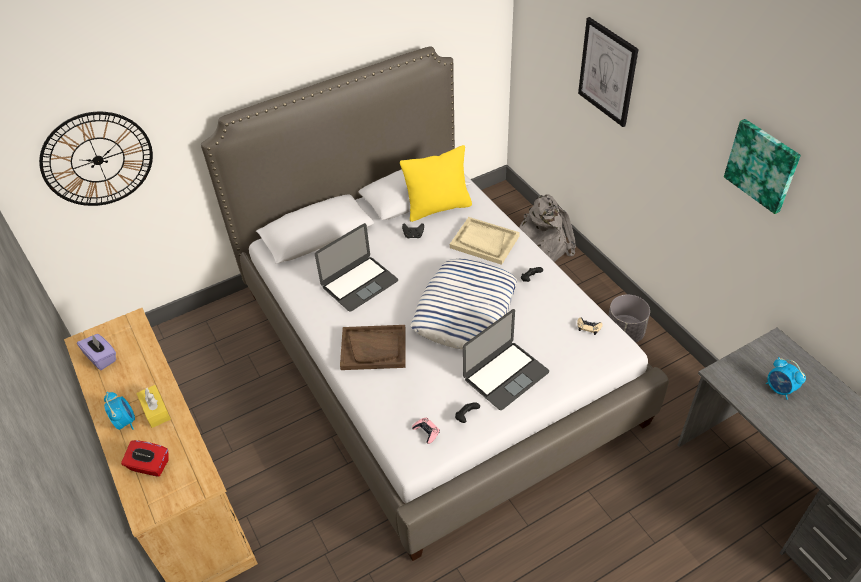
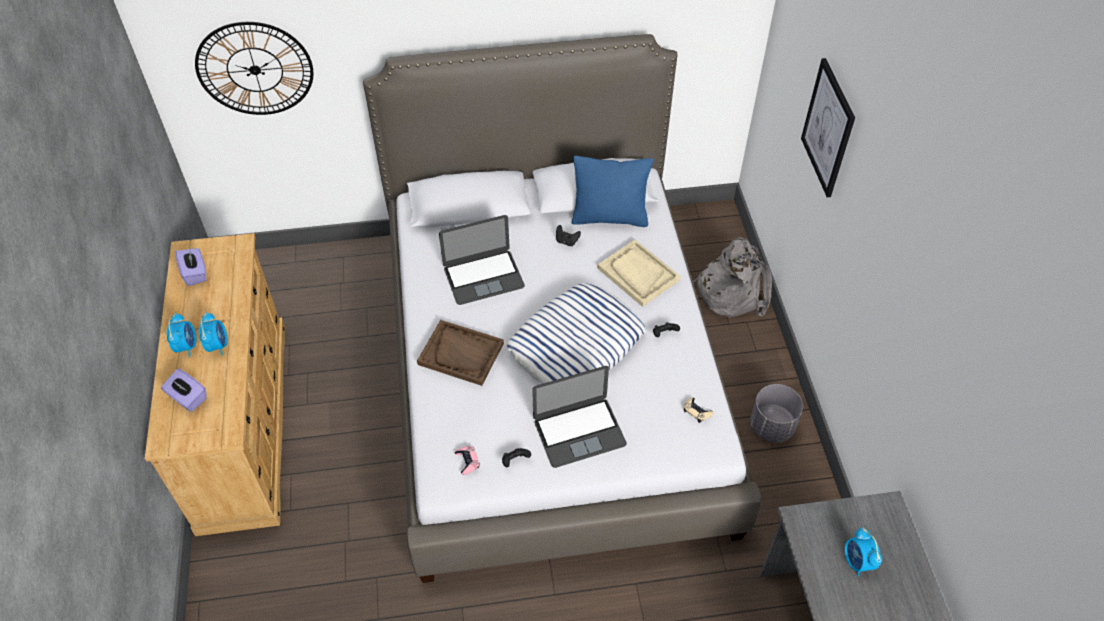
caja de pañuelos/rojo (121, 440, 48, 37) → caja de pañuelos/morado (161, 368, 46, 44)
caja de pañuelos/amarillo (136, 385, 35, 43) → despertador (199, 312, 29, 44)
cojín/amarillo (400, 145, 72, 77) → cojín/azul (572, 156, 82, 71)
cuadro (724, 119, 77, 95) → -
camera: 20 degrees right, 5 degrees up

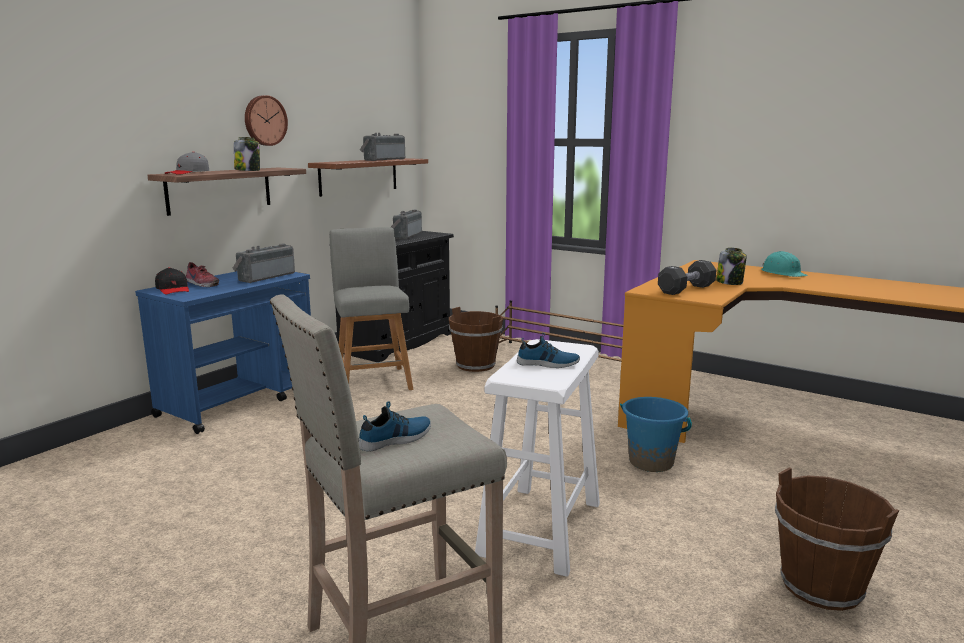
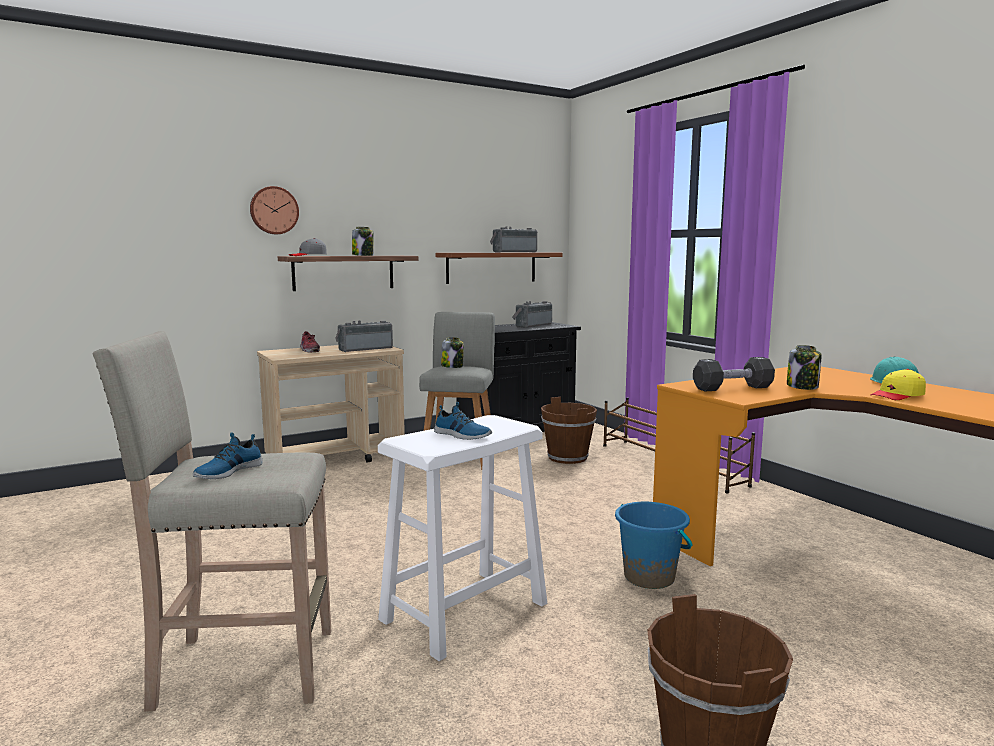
carrito/azul (135, 271, 176, 163) → carrito/beis (257, 345, 148, 117)
gorra/negro (155, 267, 34, 27) → -
reloj de pared (245, 95, 43, 51) → reloj de pared (250, 186, 49, 48), shifted
zapato (359, 402, 72, 50) → zapato (193, 433, 70, 46), 135 degrees clockwise
- → tarro (441, 337, 23, 31)
- → gorra/amarillo (871, 369, 55, 31)
camera: 25 degrees right, 5 degrees down

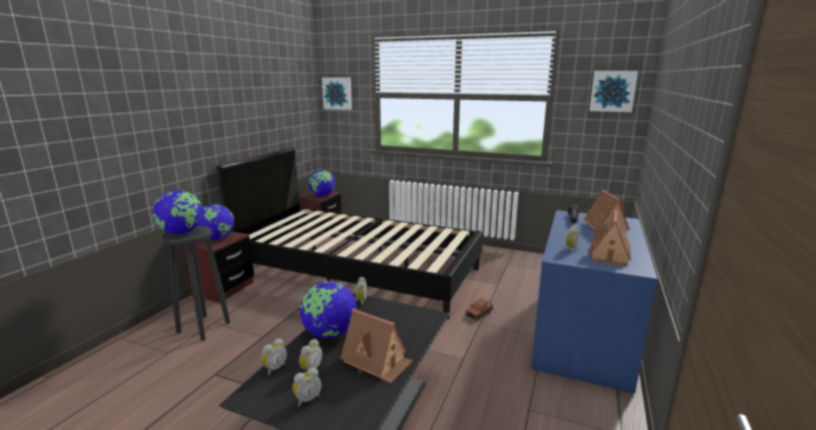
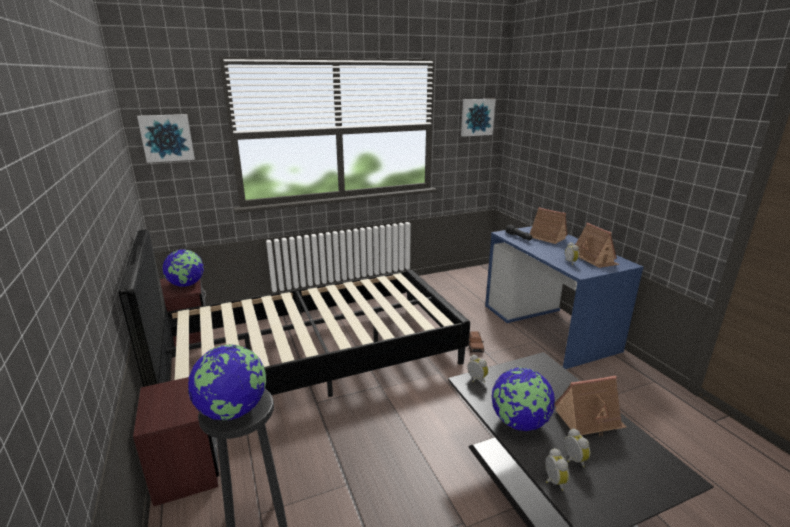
globo terráqueo (198, 204, 36, 36) → -
despertador (292, 368, 30, 39) → -
camera: 45 degrees left, 5 degrees up

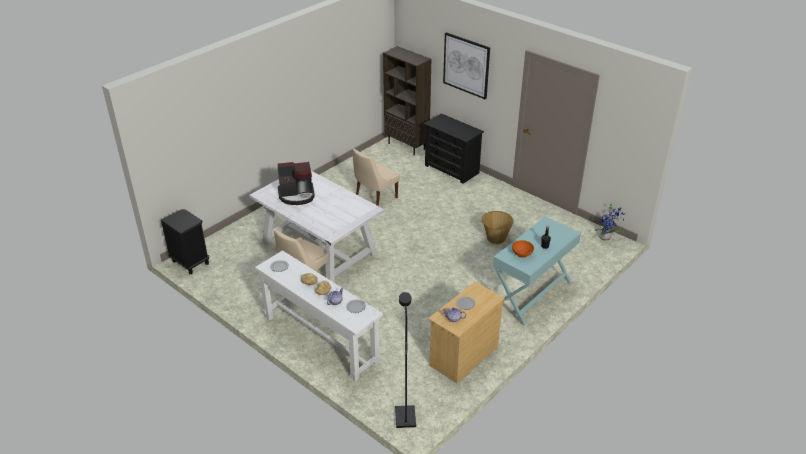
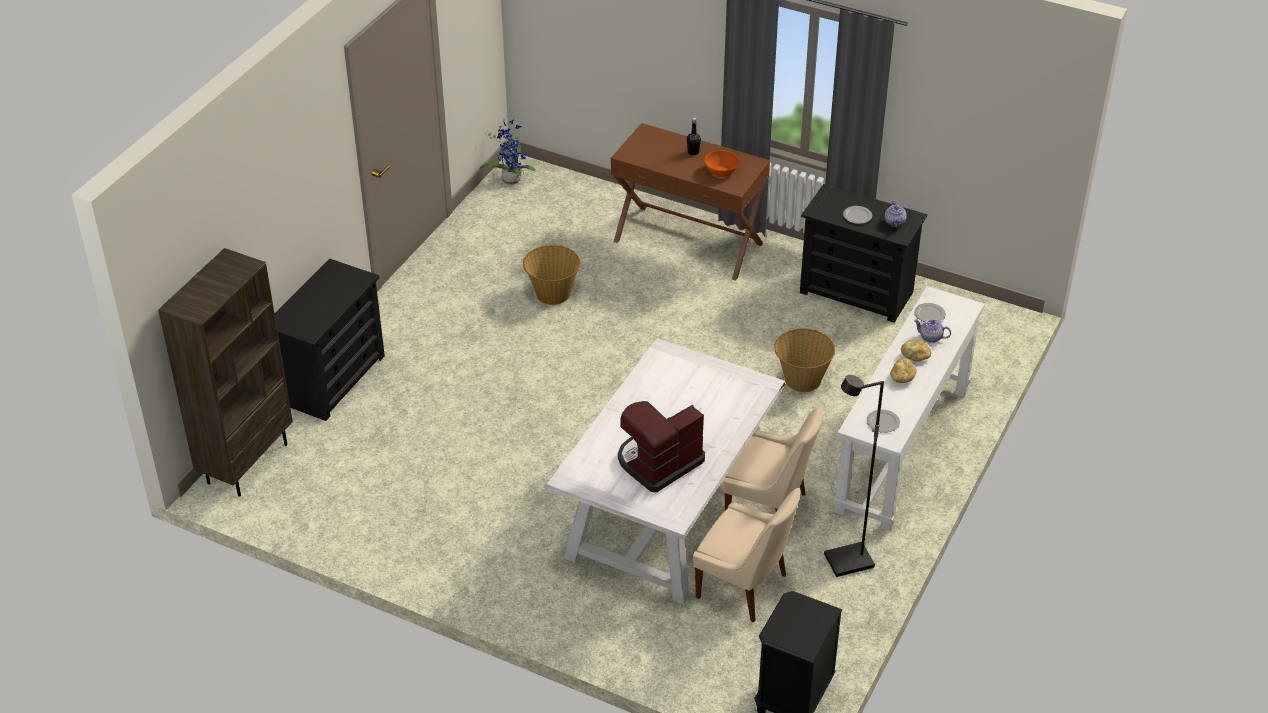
cafetera (277, 162, 38, 43) → cafetera (618, 401, 87, 91), 105 degrees counterclockwise
silla/beis (353, 148, 47, 58) → silla/beis (693, 488, 107, 134), shifted
lámpara de pie/negro (395, 292, 21, 136) → lámpara de pie/negro (824, 375, 60, 202), shifted
cómoda/beis (428, 282, 77, 101) → cómoda/negro (800, 184, 127, 139)
cuadro (443, 32, 47, 67) → -
mesa consola/turquesa (493, 216, 88, 110) → mesa consola/marrón (611, 123, 159, 158)
- → cesta (774, 328, 61, 64)
camera: 105 degrees left, 5 degrees up

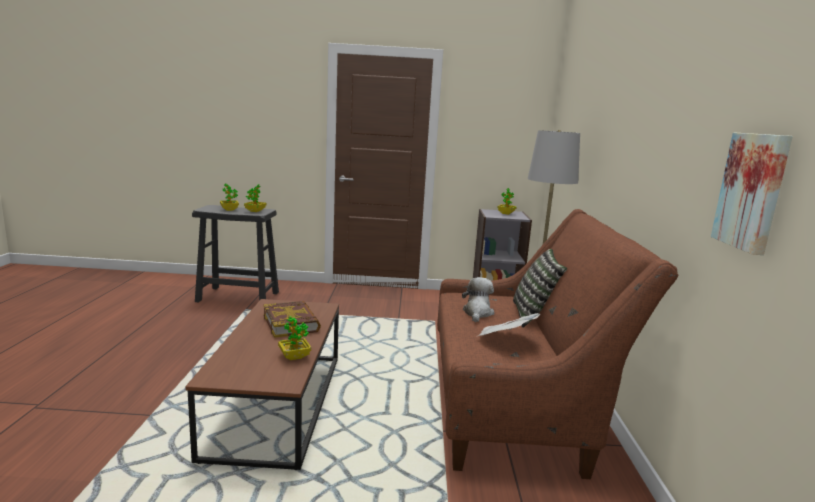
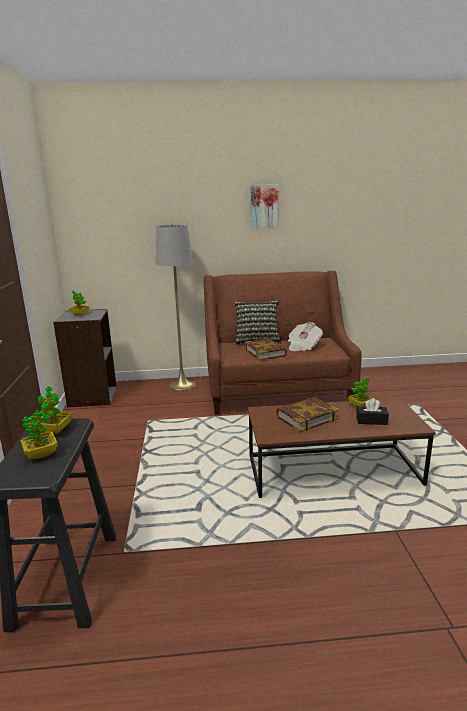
peluche (462, 277, 32, 45) → libro (245, 338, 42, 22)
cuadro (711, 133, 82, 122) → cuadro (251, 184, 27, 44), shifted
- → caja de pañuelos/negro (356, 398, 33, 27)
camera: 95 degrees left, 5 degrees up

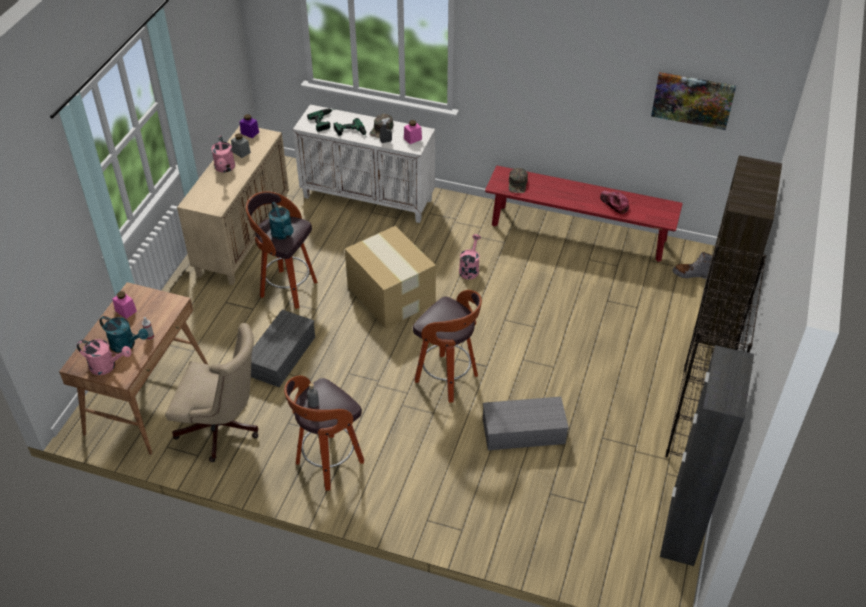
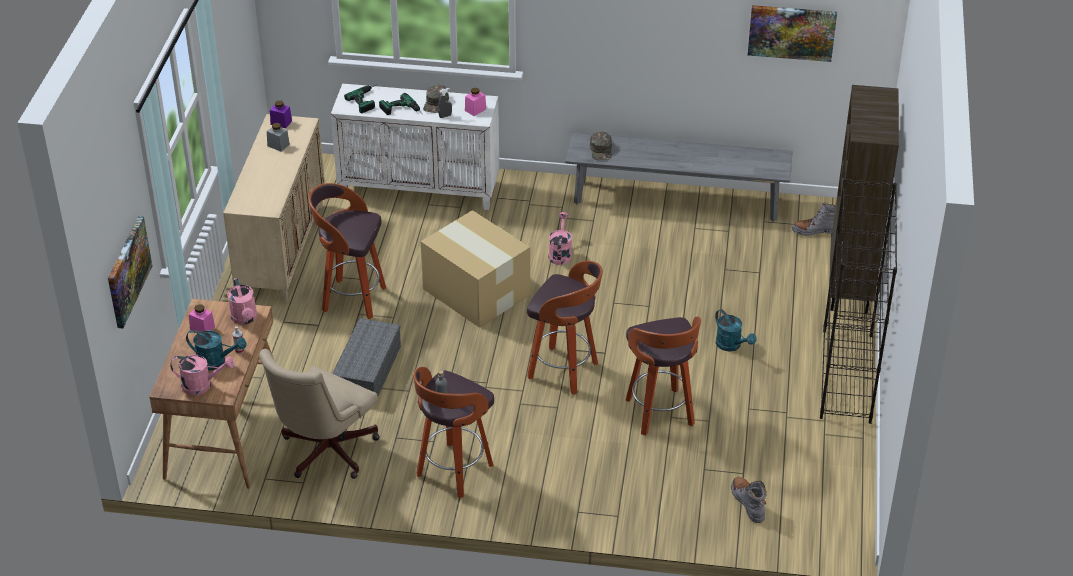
silla de oficina/beis (165, 323, 93, 139) → silla de oficina/beis (259, 349, 121, 130), 120 degrees clockwise
regadera/rosa (211, 136, 24, 37) → regadera/rosa (227, 278, 30, 47), shifted
regadera/turquesa (269, 202, 25, 38) → regadera/turquesa (715, 309, 41, 43), shifted
caja de almacenaje/gris (483, 397, 86, 53) → taburete (626, 316, 75, 120)
banco/rojo (485, 165, 198, 97) → banco/gris (565, 132, 227, 90)
gorra (600, 191, 29, 23) → -
armario/negro (660, 345, 94, 221) → -
- → cuadro (108, 216, 44, 113)
- → bota/gris (731, 477, 36, 46)
camera: 10 degrees left, 5 degrees down

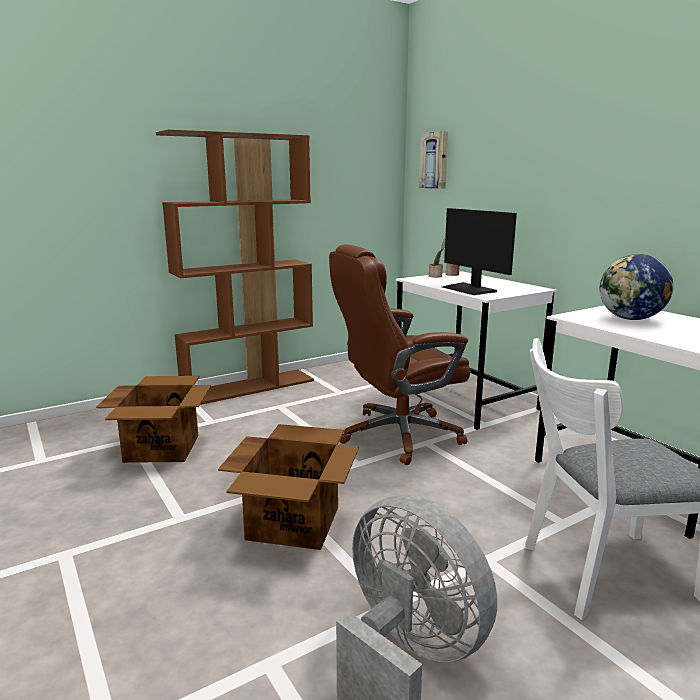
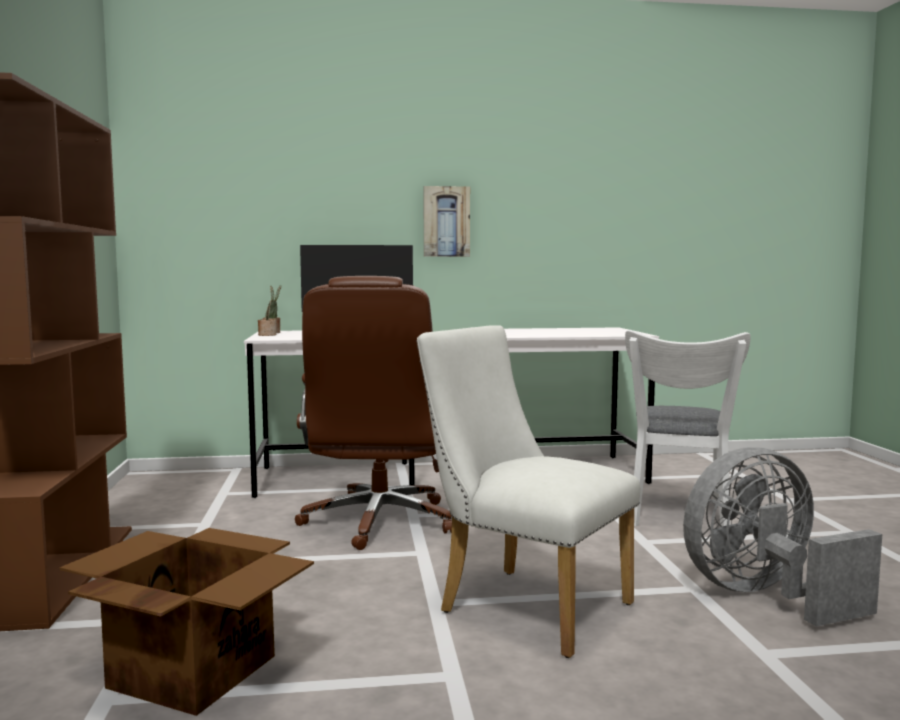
caja de cartón (218, 424, 141, 126) → silla/blanco (416, 325, 224, 333)
cuadro (419, 131, 29, 58) → cuadro (423, 186, 47, 71), shifted
globo terráqueo (600, 254, 74, 66) → -
camera: 65 degrees left, 10 degrees down

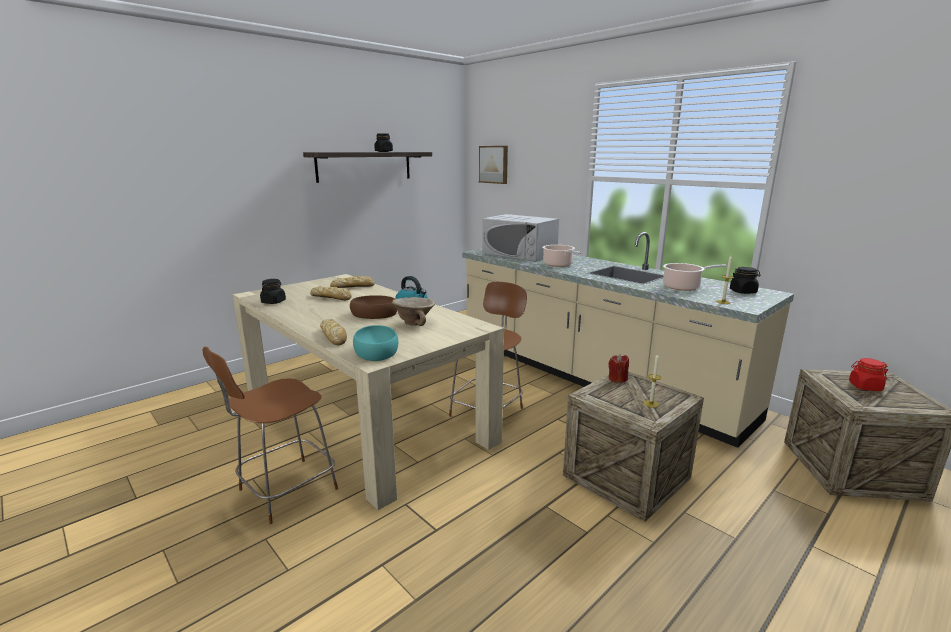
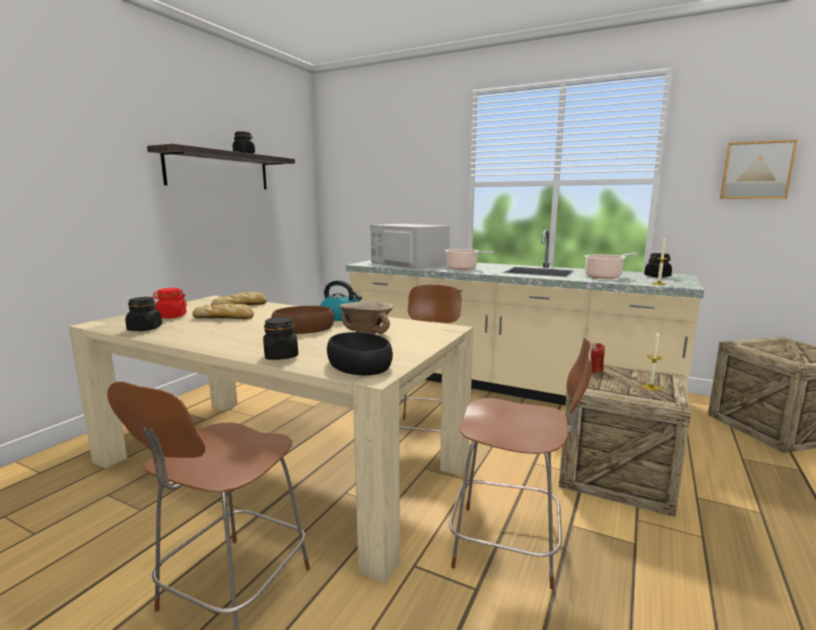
pan (320, 319, 27, 26) → tarro/negro (263, 317, 35, 43)
cuenco/turquesa (353, 325, 45, 36) → cuenco/negro (327, 332, 66, 43)
cuadro (479, 146, 29, 38) → cuadro (720, 140, 78, 59), shifted
microondas/blanco (482, 214, 77, 48) → microondas/blanco (371, 224, 79, 45), 150 degrees counterclockwise
tarro/rojo (849, 358, 39, 33) → tarro/rojo (152, 288, 35, 30), shifted
- → silla/marrón (449, 338, 144, 251)
camera: 20 degrees left, 5 degrees down

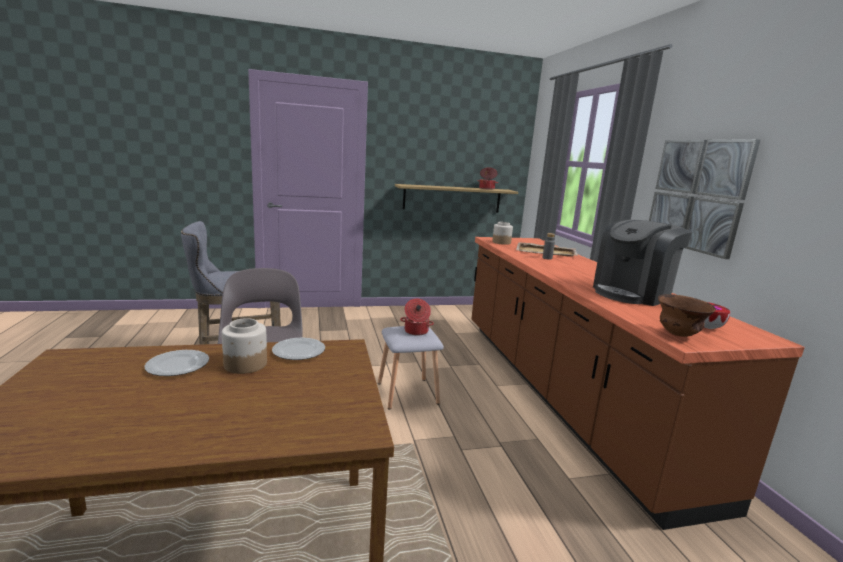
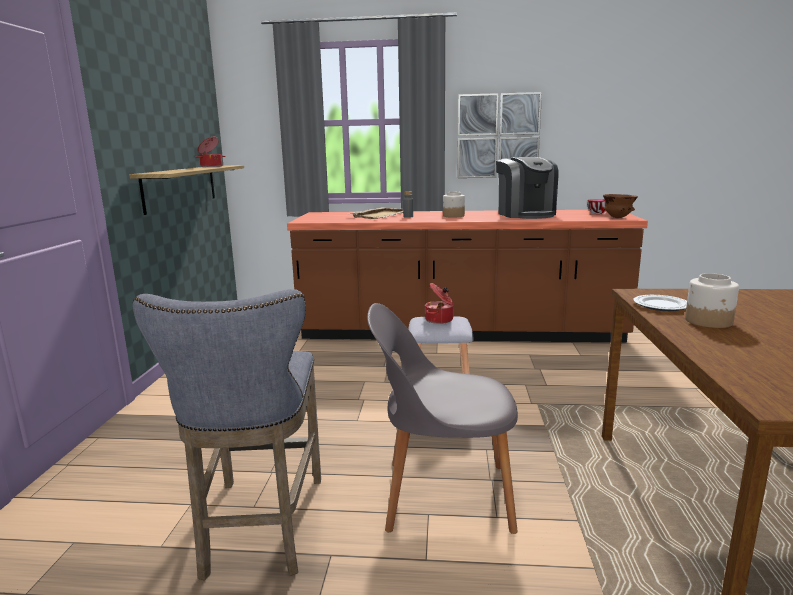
plato (144, 350, 65, 26) → -
tarro (492, 222, 21, 23) → tarro (443, 192, 22, 26), shifted
camera: 70 degrees left, 0 degrees up

